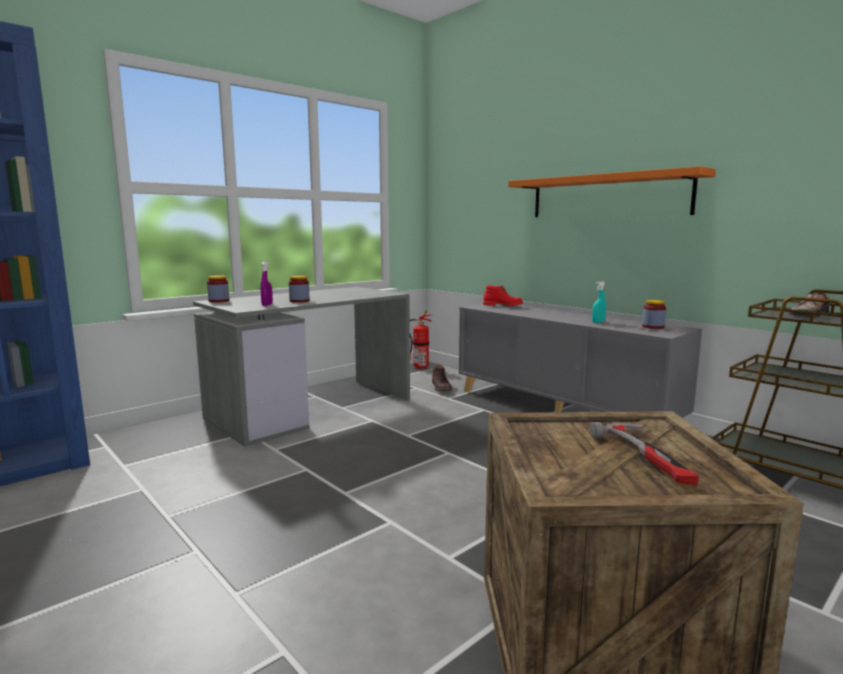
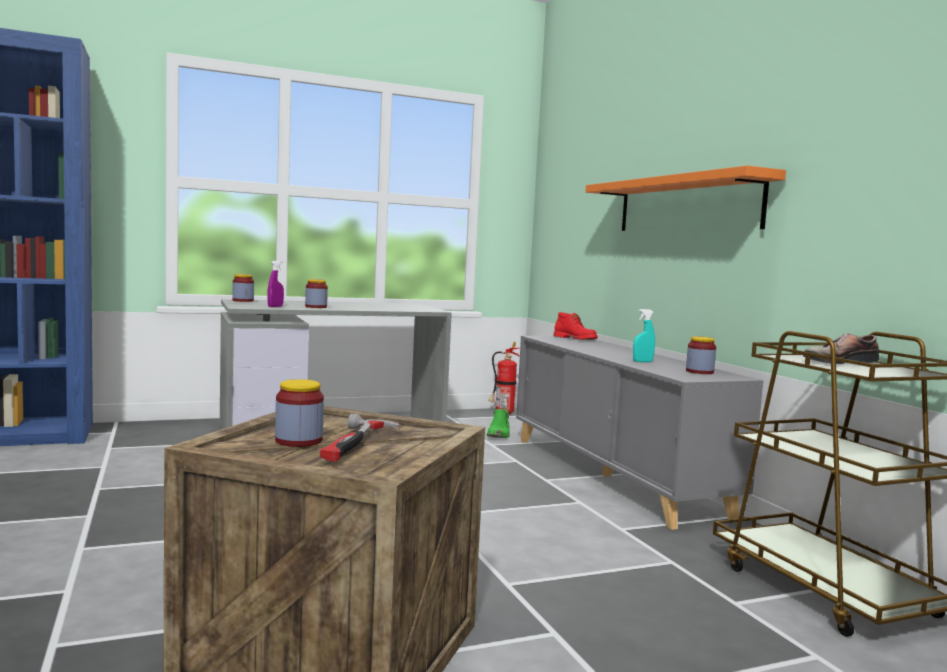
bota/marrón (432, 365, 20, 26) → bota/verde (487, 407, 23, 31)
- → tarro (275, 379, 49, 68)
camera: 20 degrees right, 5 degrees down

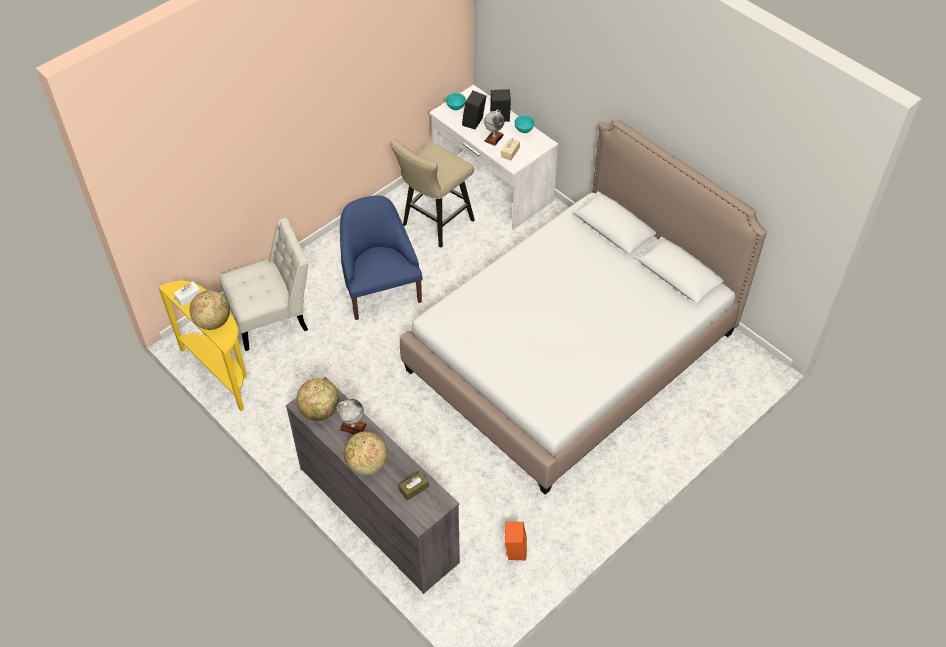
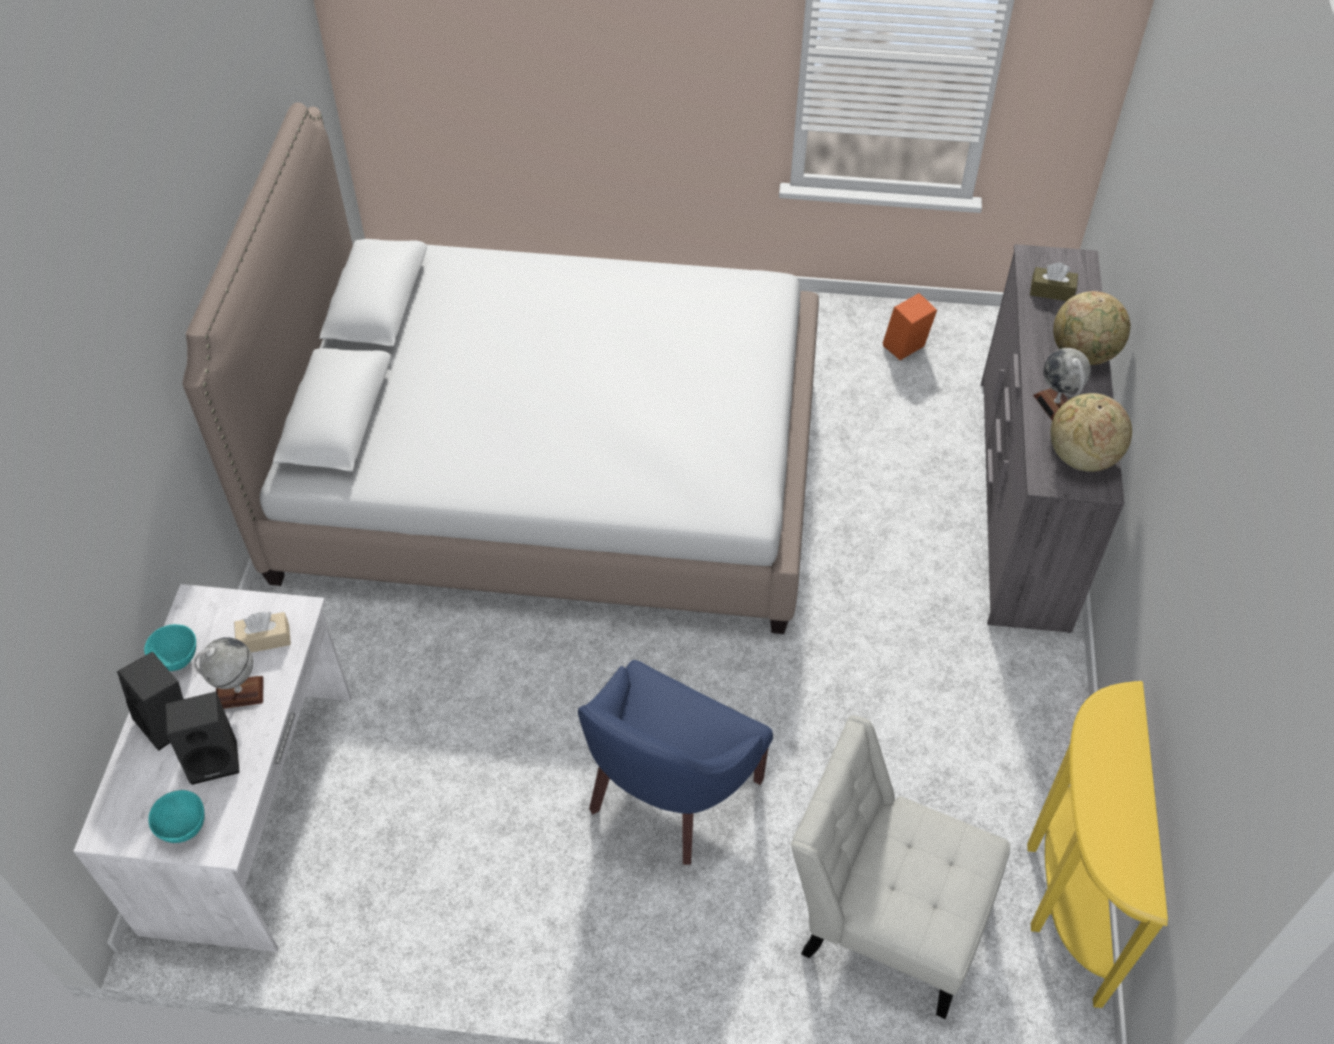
caja de pañuelos/blanco (173, 282, 28, 24) → -
globo terráqueo (190, 290, 40, 40) → -
taburete/beis (390, 140, 85, 108) → -
camera: 130 degrees left, 0 degrees up

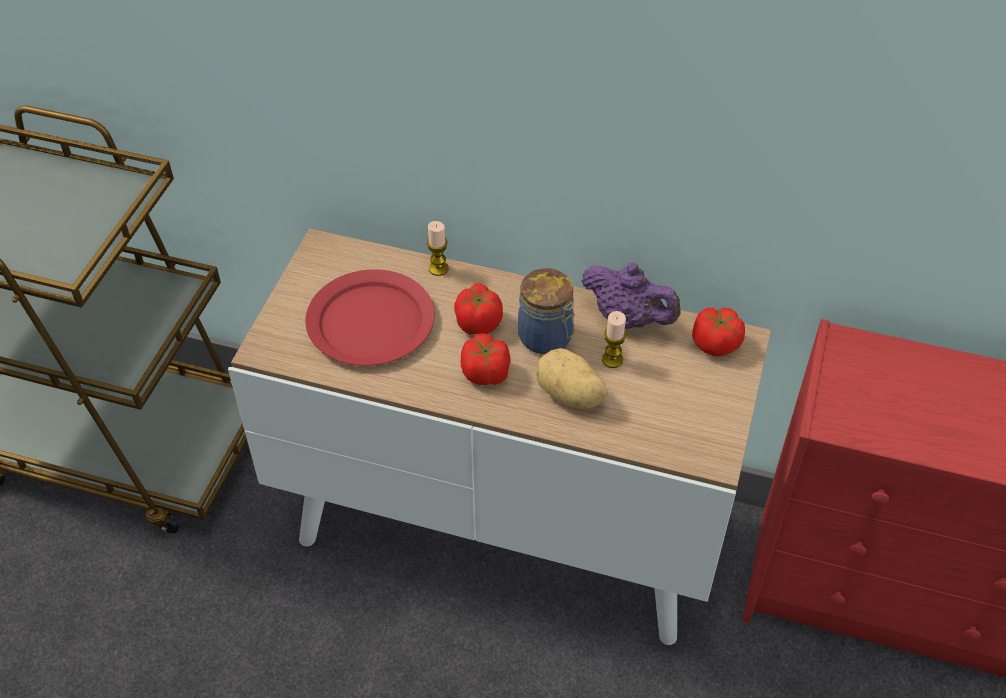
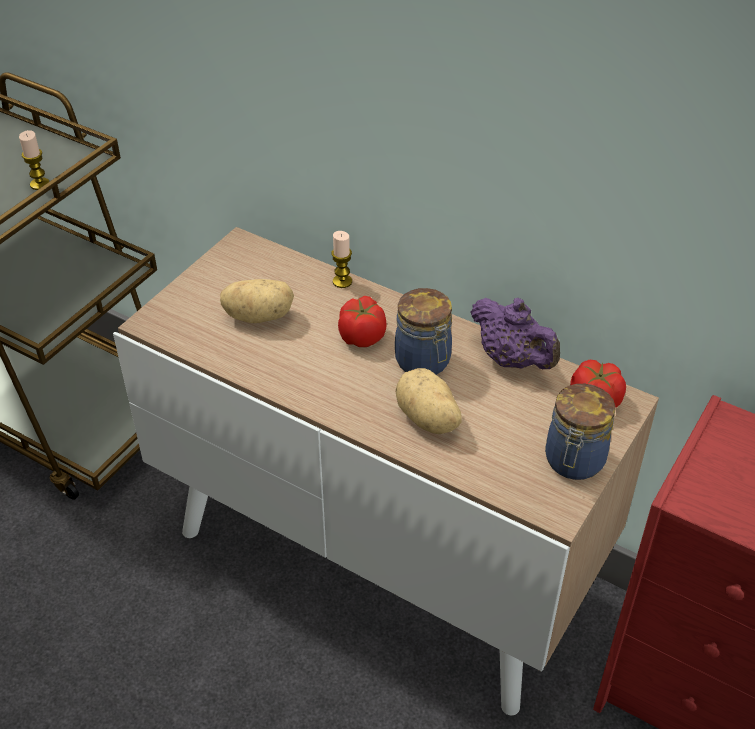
plato/rojo (305, 269, 130, 97) → patata (220, 279, 74, 44)
tomate (461, 333, 50, 52) → -
vela (602, 311, 24, 57) → vela (19, 130, 30, 60), shifted
- → tarro (545, 384, 71, 96)
camera: 15 degrees right, 5 degrees down

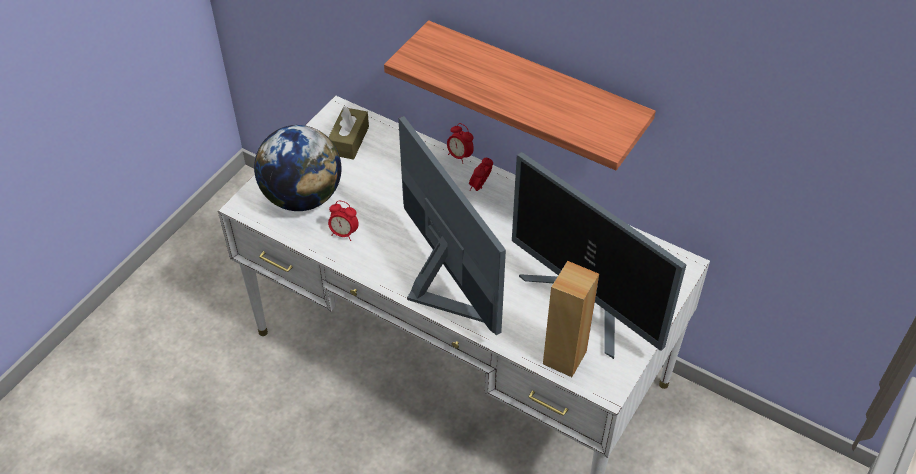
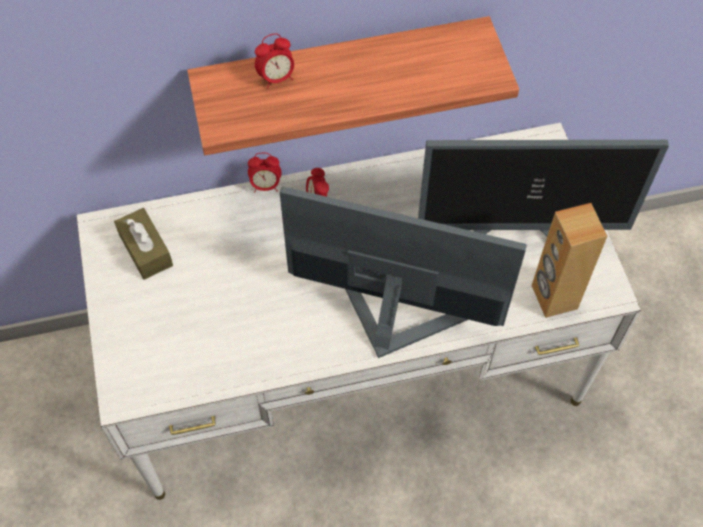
globo terráqueo (254, 125, 87, 86) → -
despertador (328, 201, 31, 40) → despertador (255, 34, 39, 55), shifted
camera: 45 degrees left, 10 degrees up

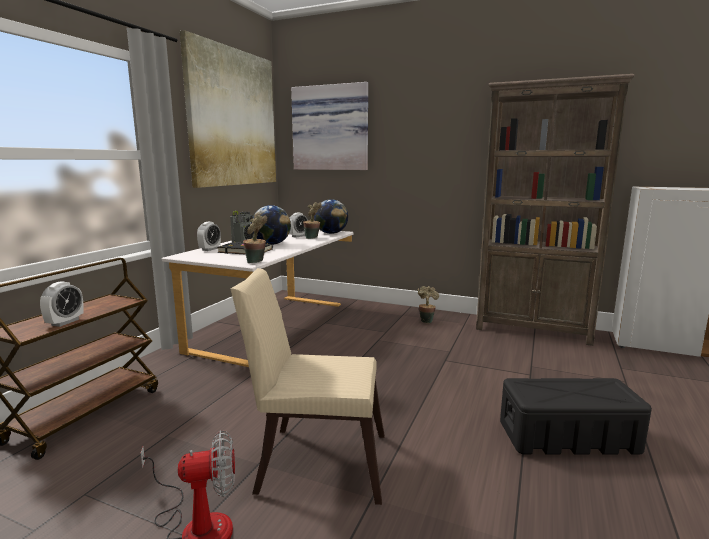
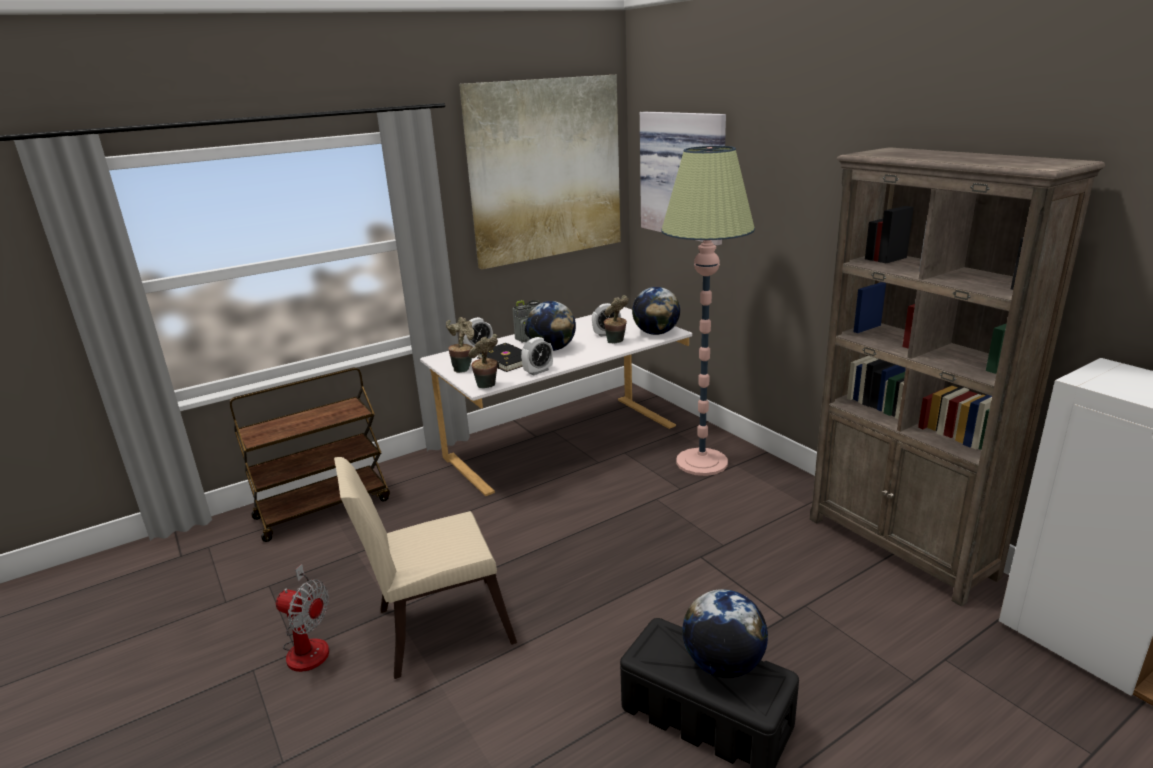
despertador (40, 281, 44, 46) → despertador (521, 337, 32, 38), shifted
silla/beis (231, 268, 154, 237) → silla/beis (334, 457, 183, 222), 60 degrees counterclockwise
planta en maceta (418, 286, 21, 37) → planta en maceta (446, 317, 28, 56), shifted
- → lámpara de pie (662, 146, 93, 330)
- → globo terráqueo (682, 589, 86, 89)
camera: 35 degrees right, 10 degrees up

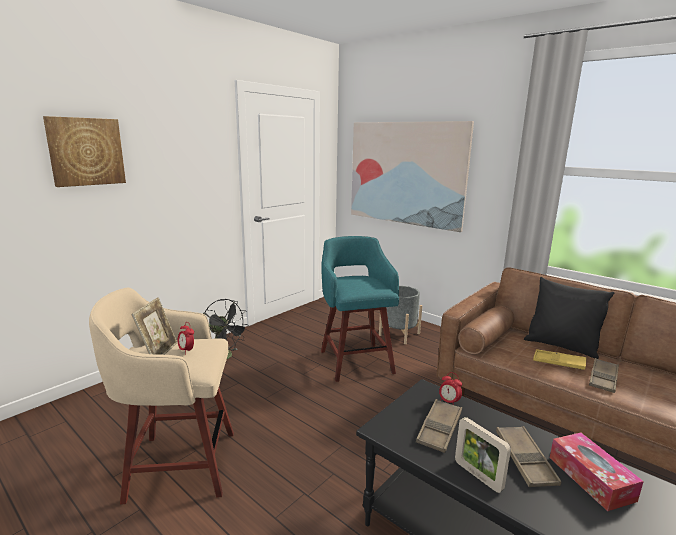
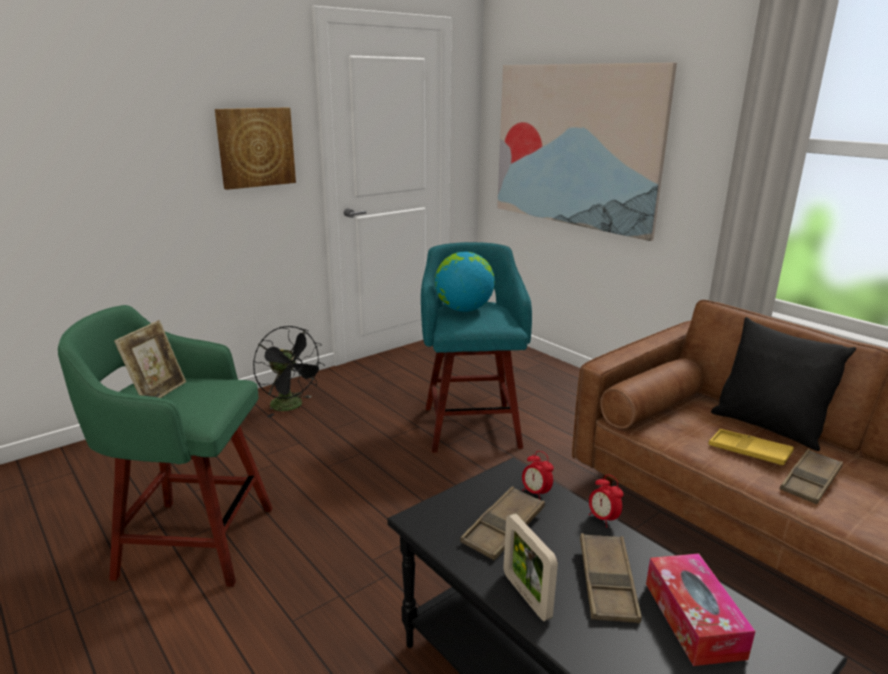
cuadro (43, 116, 83, 71) → cuadro (215, 107, 81, 83), shifted
taburete/beis (89, 288, 145, 217) → taburete/verde (58, 305, 214, 282)
despertador (178, 323, 16, 32) → despertador (589, 474, 35, 54), shifted
maceta/gris (379, 286, 43, 58) → -
- → globo terráqueo (435, 252, 60, 60)
camera: 10 degrees right, 5 degrees up

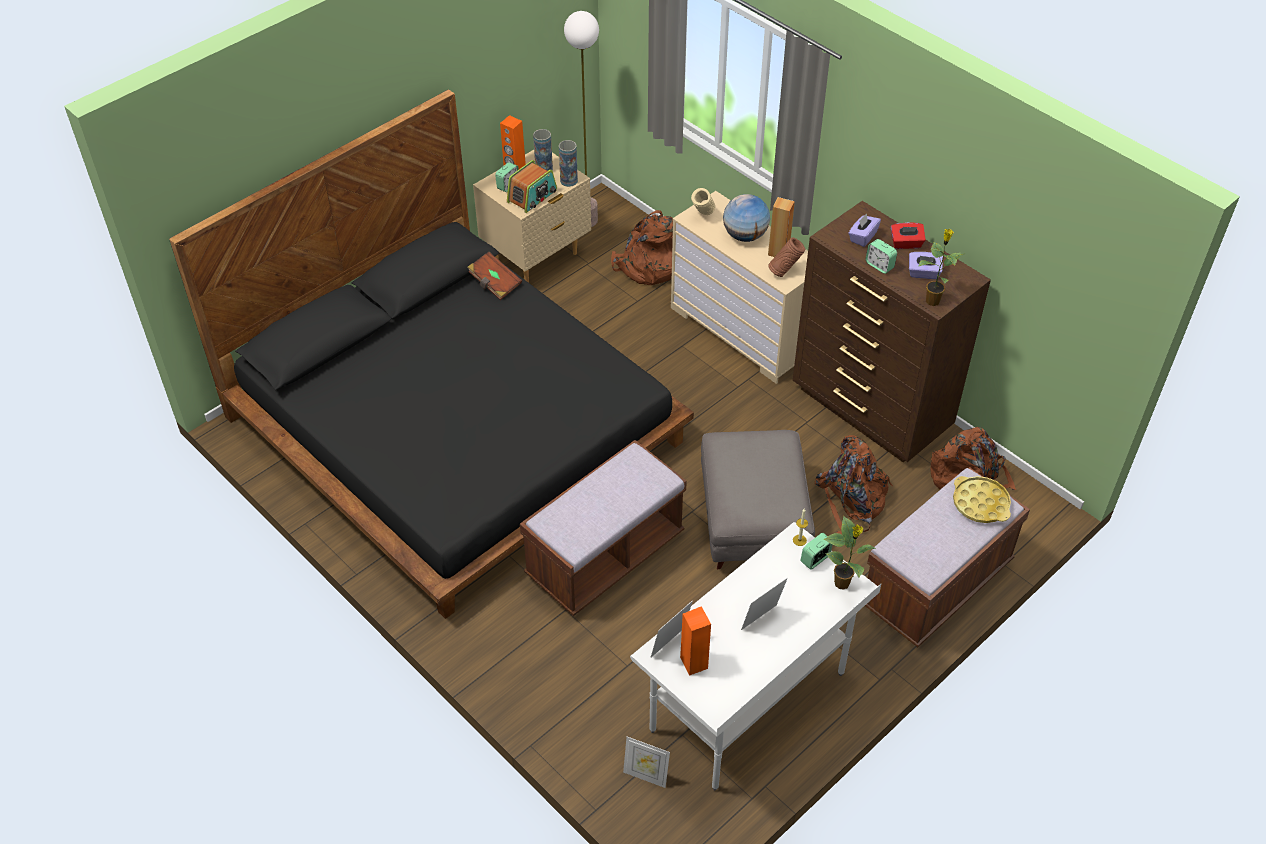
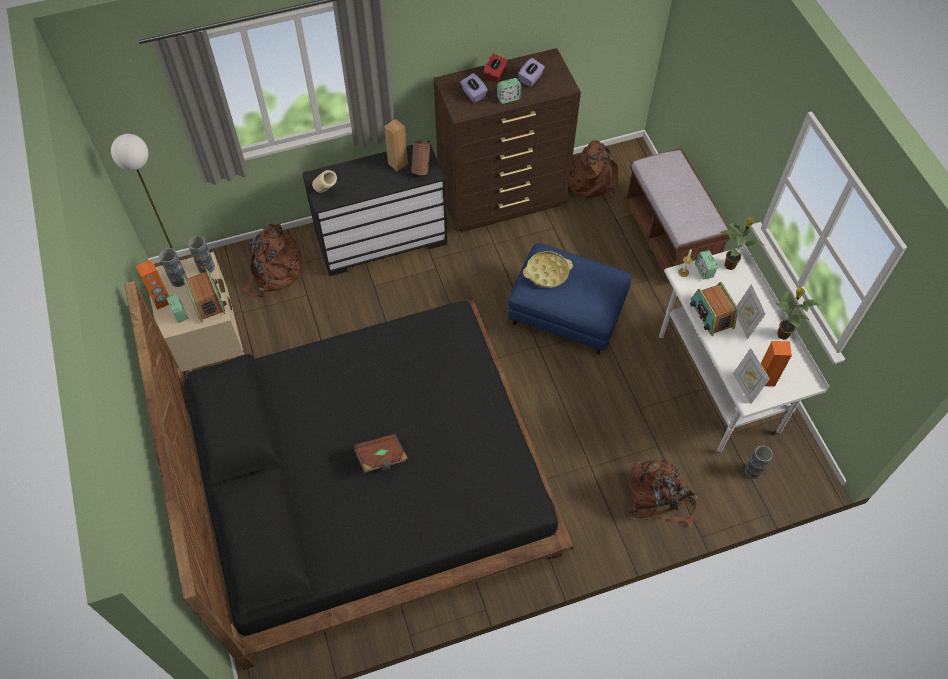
libro/marrón (468, 251, 54, 49) → libro/marrón (353, 434, 55, 39), shifted
banco/marrón (520, 440, 167, 176) → -
portarretratos (623, 737, 47, 51) → florero (745, 445, 28, 34)
cómoda/beis (671, 191, 137, 193) → cómoda/negro (302, 141, 145, 135)
puf/gris (701, 430, 114, 140) → puf/azul (508, 243, 124, 112)
globo terráqueo (723, 194, 47, 48) → -
mochila/marrón (814, 435, 79, 99) → mochila/marrón (626, 460, 72, 68), shifted
planta en maceta (919, 229, 45, 77) → planta en maceta (776, 287, 44, 53), shifted
bandeja/amarillo (953, 476, 58, 47) → bandeja/amarillo (523, 251, 50, 37), shifted
- → radio (690, 282, 48, 54)
camera: 65 degrees left, 10 degrees up

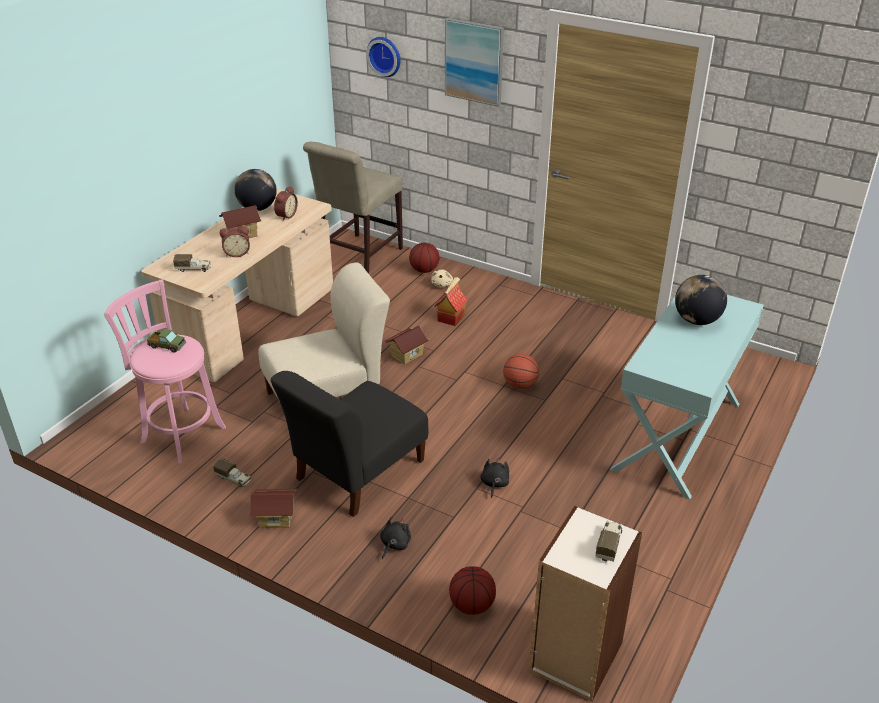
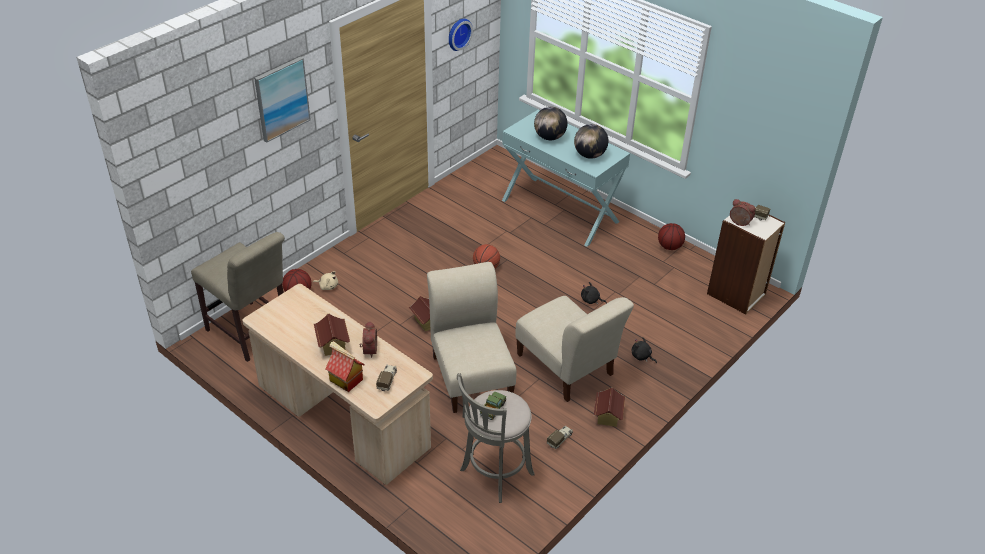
taburete/rosa (105, 280, 121, 184) → taburete/gris (457, 373, 78, 130)
globo terráqueo (234, 169, 43, 42) → globo terráqueo (574, 124, 34, 35), shifted
silla/negro (271, 371, 157, 146) → silla/beis (515, 296, 119, 106)
despertador (274, 186, 24, 35) → despertador (730, 199, 26, 27), shifted
reloj de pared (366, 37, 34, 40) → reloj de pared (449, 19, 24, 32), shifted
casita (434, 277, 34, 49) → casita (325, 341, 40, 51), shifted
balón de baloncesto (449, 566, 47, 49) → balón de baloncesto (658, 223, 27, 27), shifted
camera: 80 degrees left, 5 degrees up

